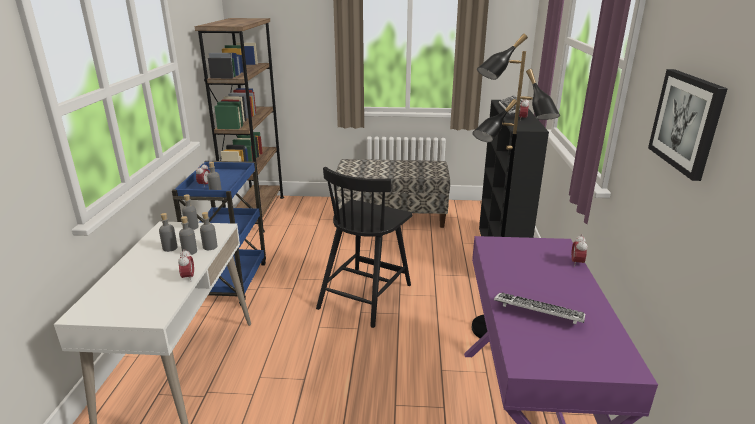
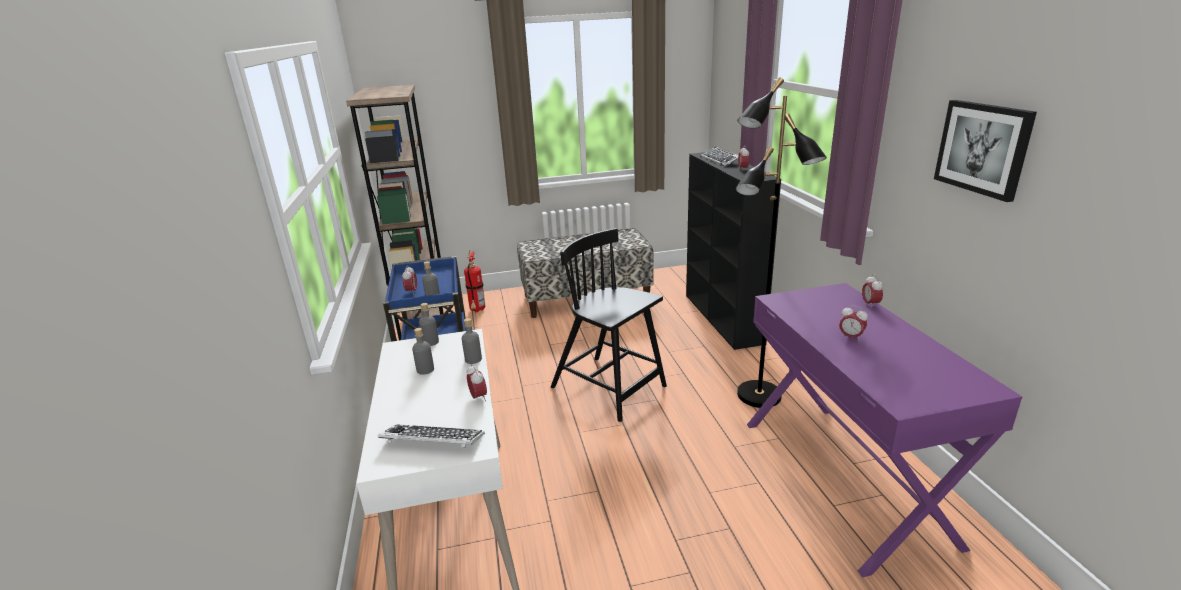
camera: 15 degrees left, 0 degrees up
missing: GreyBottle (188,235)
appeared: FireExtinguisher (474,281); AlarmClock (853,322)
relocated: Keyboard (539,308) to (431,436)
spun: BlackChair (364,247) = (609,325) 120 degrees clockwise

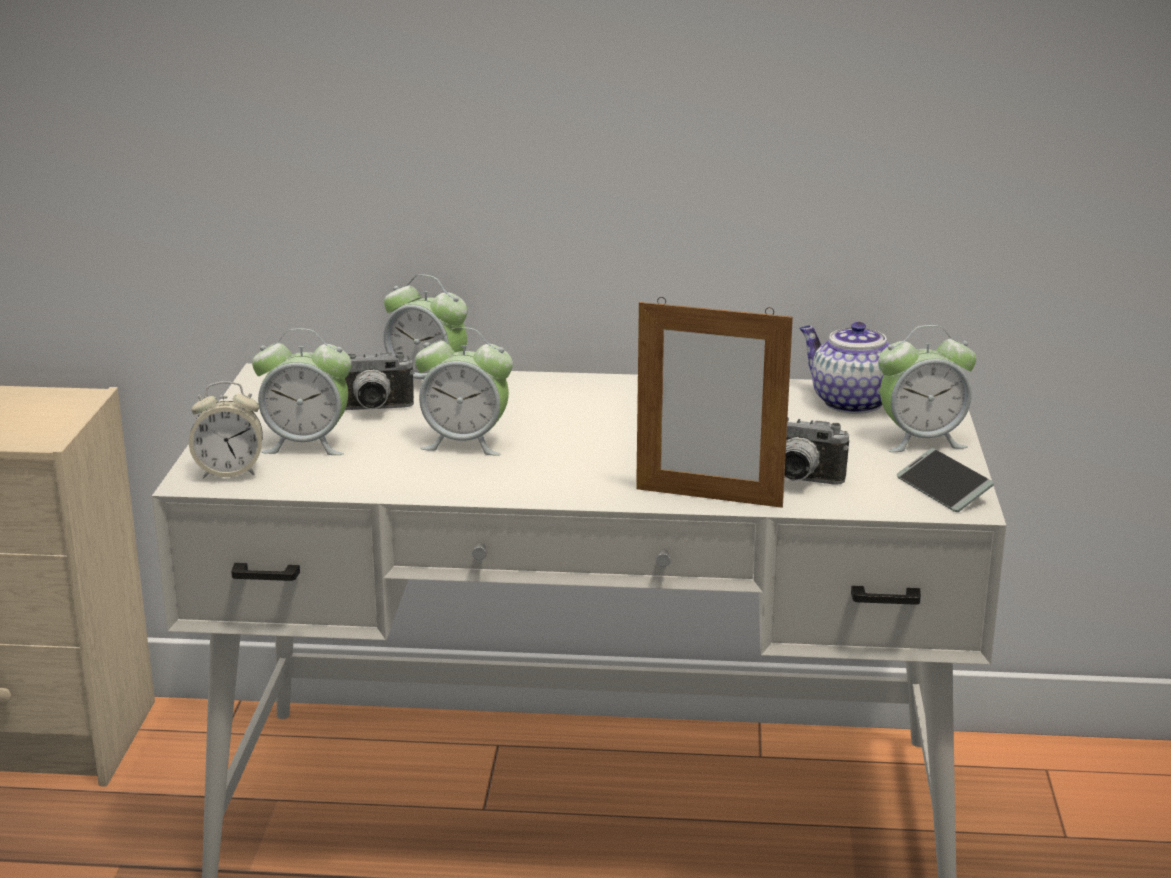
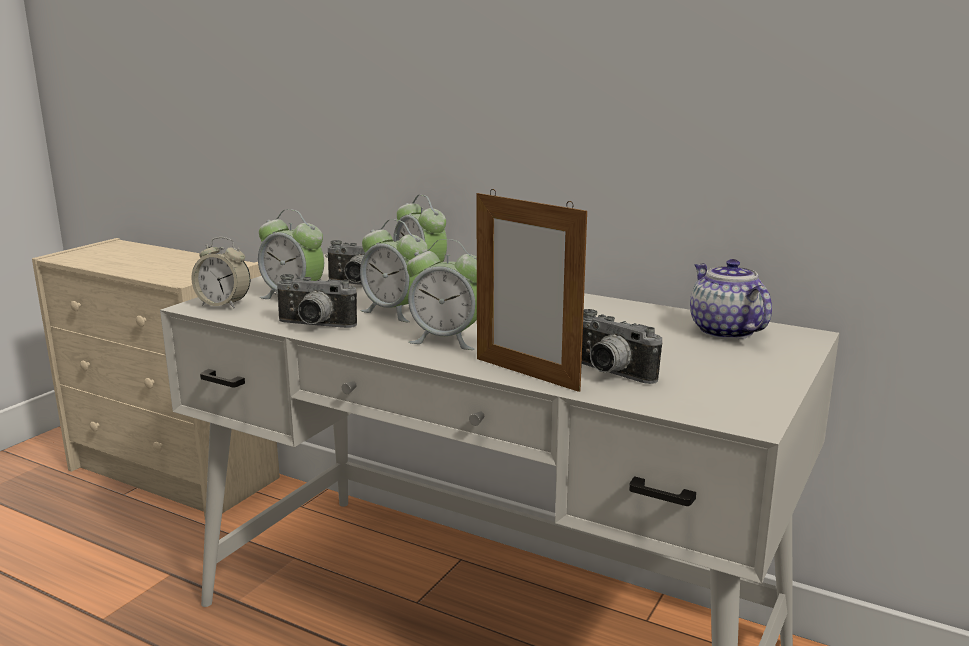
camera: 25 degrees right, 5 degrees down
missing: Phone (945,480)
appeared: PhotoCamera (316,301)
relocated: AlarmClock (927,388) to (442,294)

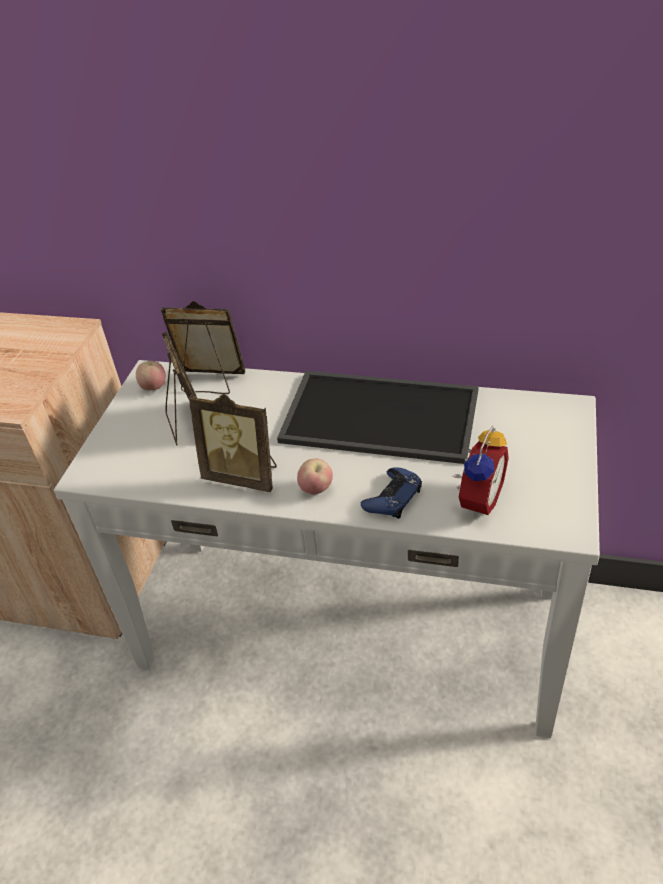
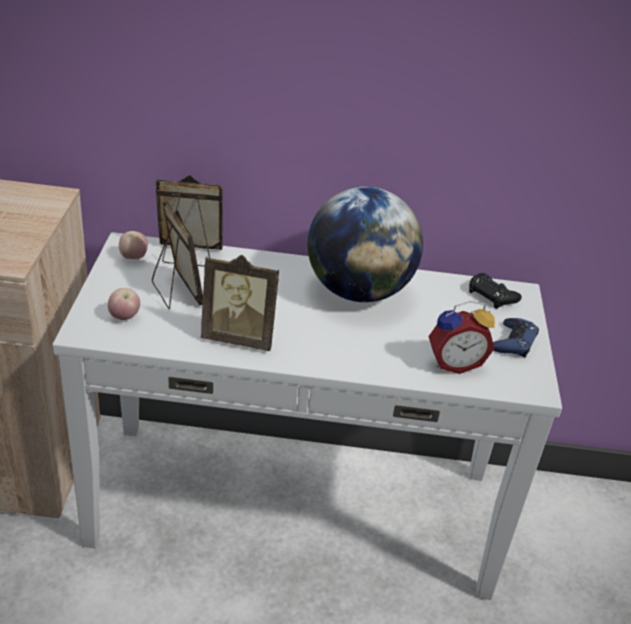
camera: 15 degrees left, 5 degrees down
appeared: BlackGameController (495,291)
relocated: Apple (315,476) to (124,304); BlueGameController (391,493) to (516,338)
exchanged: Tray (378,417) to Globe (365,244)
spun: AlarmClock (481,472) = (461,337) 60 degrees clockwise

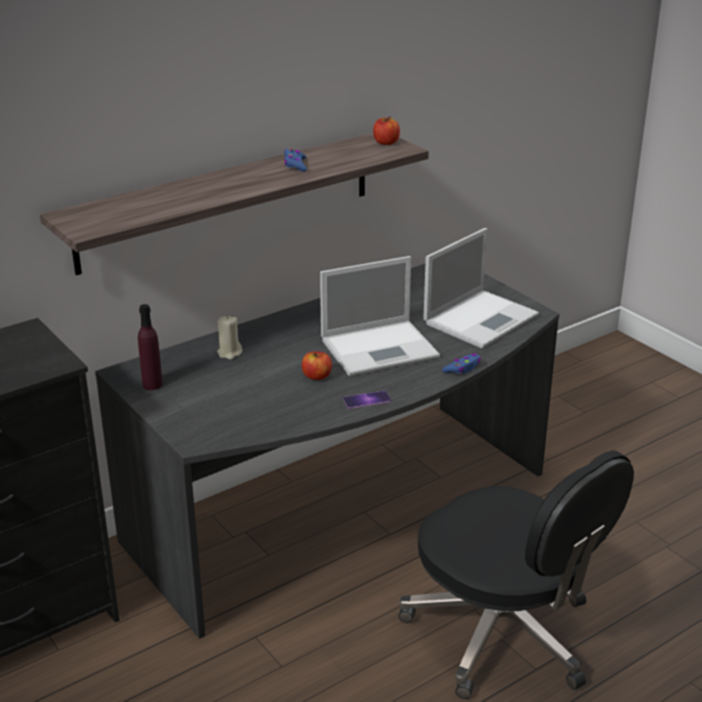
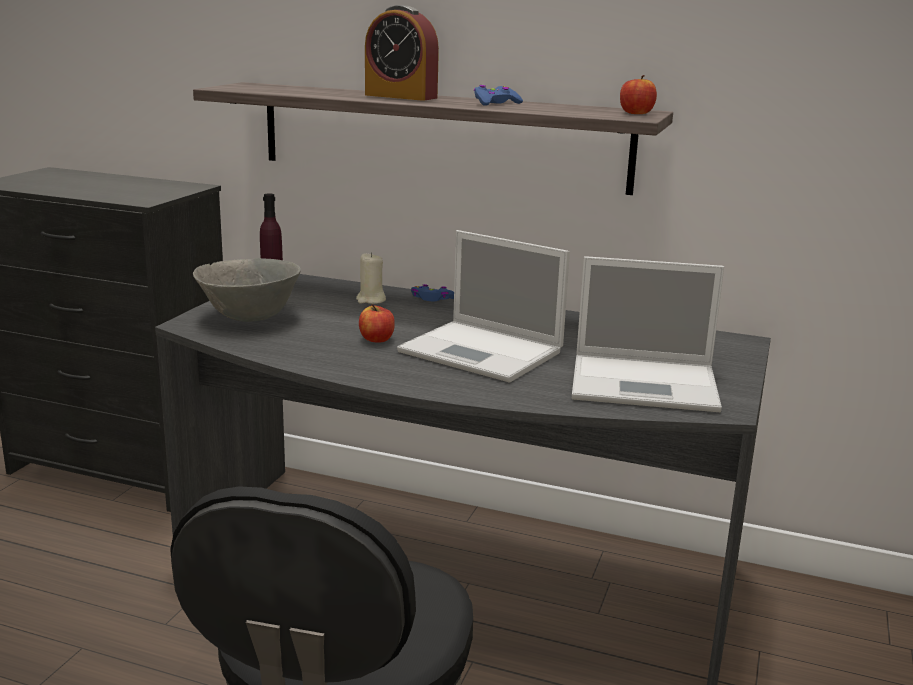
camera: 55 degrees right, 10 degrees down
missing: Phone (367,399)
appeared: GreyBowl (247,290); AlarmClock (402,53)
relocated: BlueGameController (461,364) to (432,293)

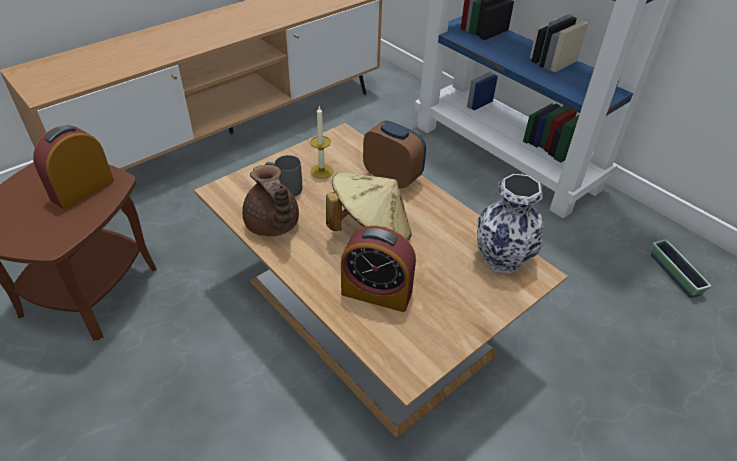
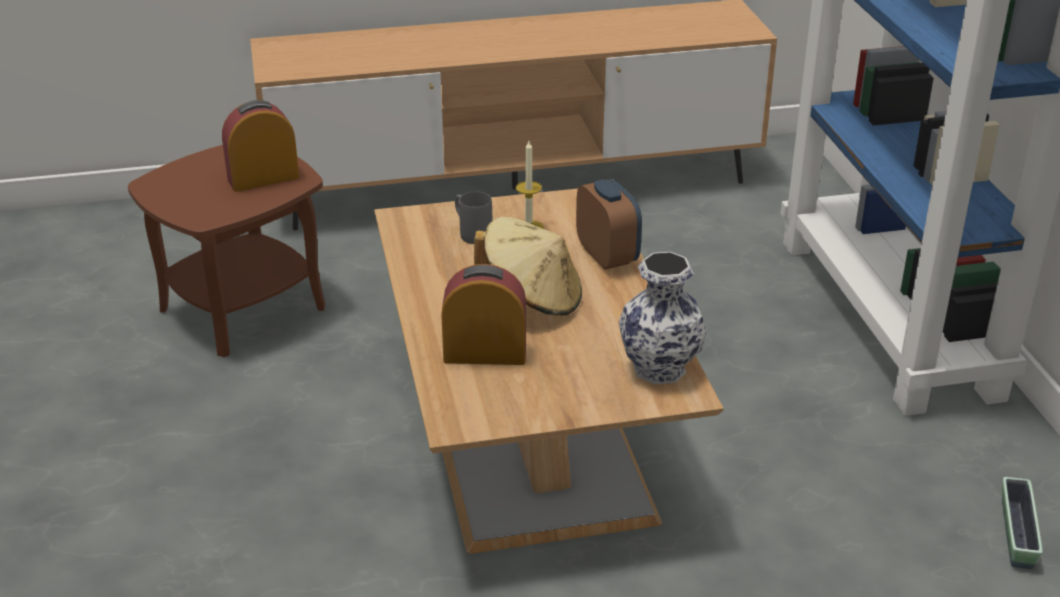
camera: 30 degrees right, 10 degrees down
missing: BrownTeapot (270,201)
spun: AlarmClock (378,269) = (483,314) 135 degrees clockwise

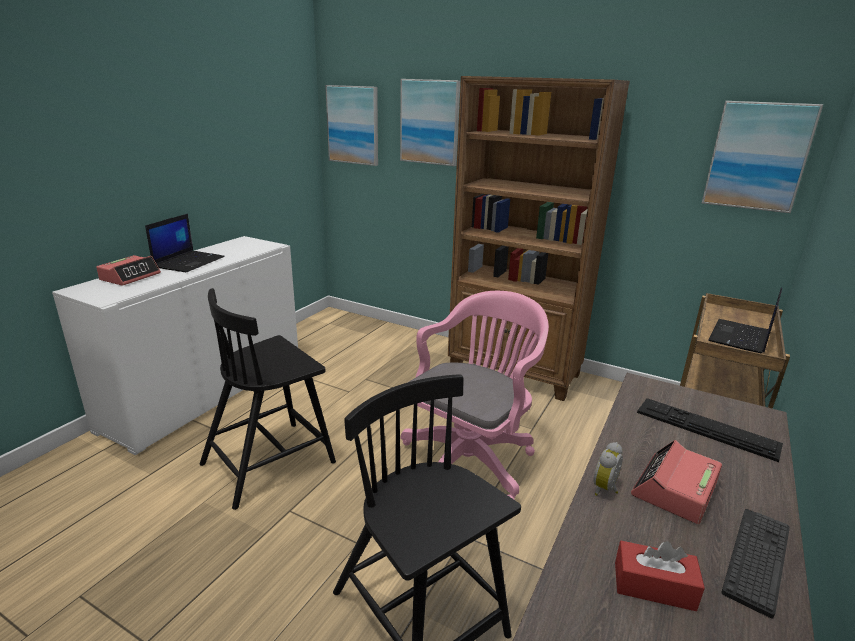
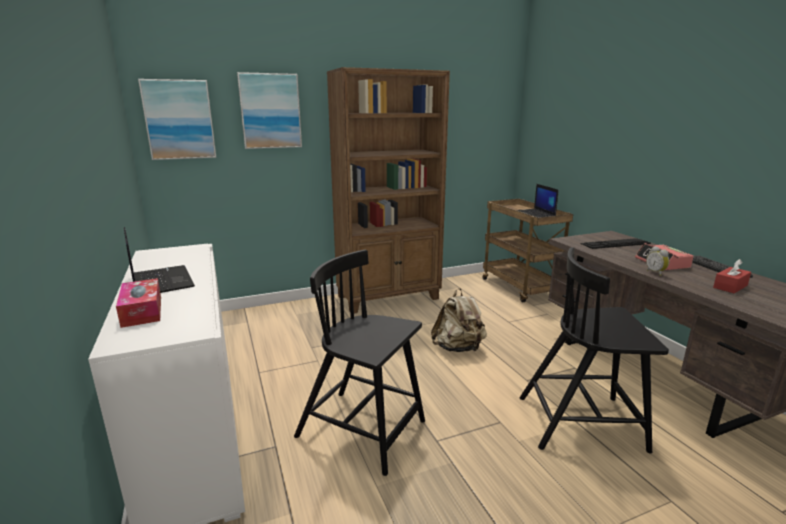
camera: 50 degrees left, 5 degrees down
missing: Picture (762,157)
exchanged: AlarmClock (128,270) to TissueBox (138,303); PinkOfficeChair (475,395) to BeigeBackpack (459,320)
spun: BlackChair (268,399) = (359,363) 120 degrees clockwise

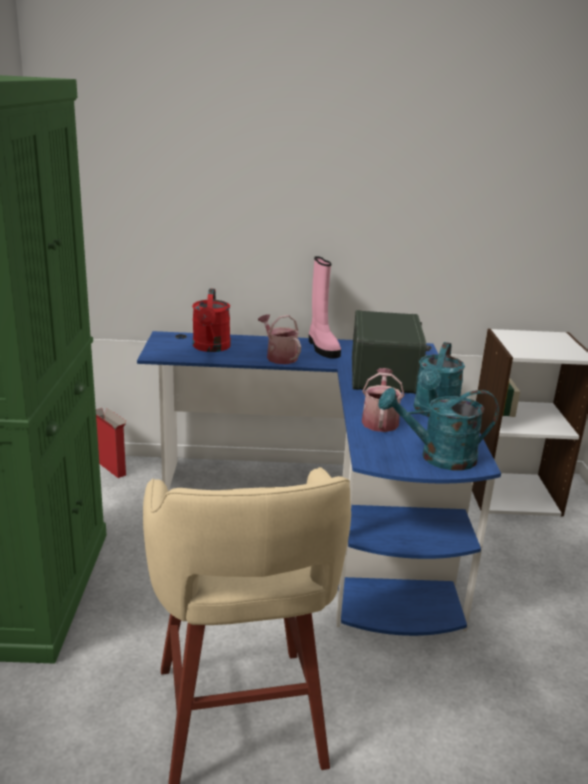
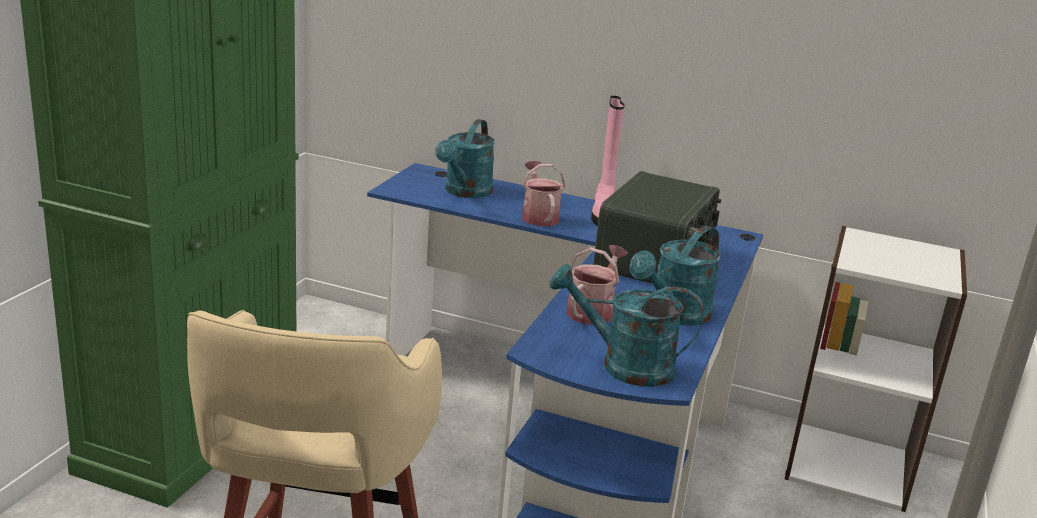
camera: 20 degrees right, 0 degrees up
missing: CardboardBox (111,443)
colour: RedWateringCan (211,320) to TurquoiseWateringCan (465,158)

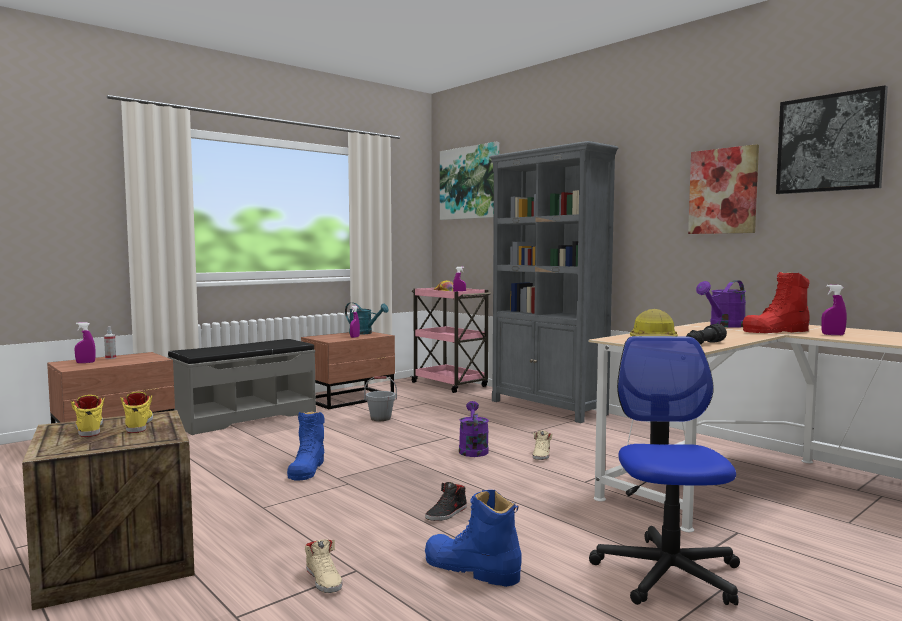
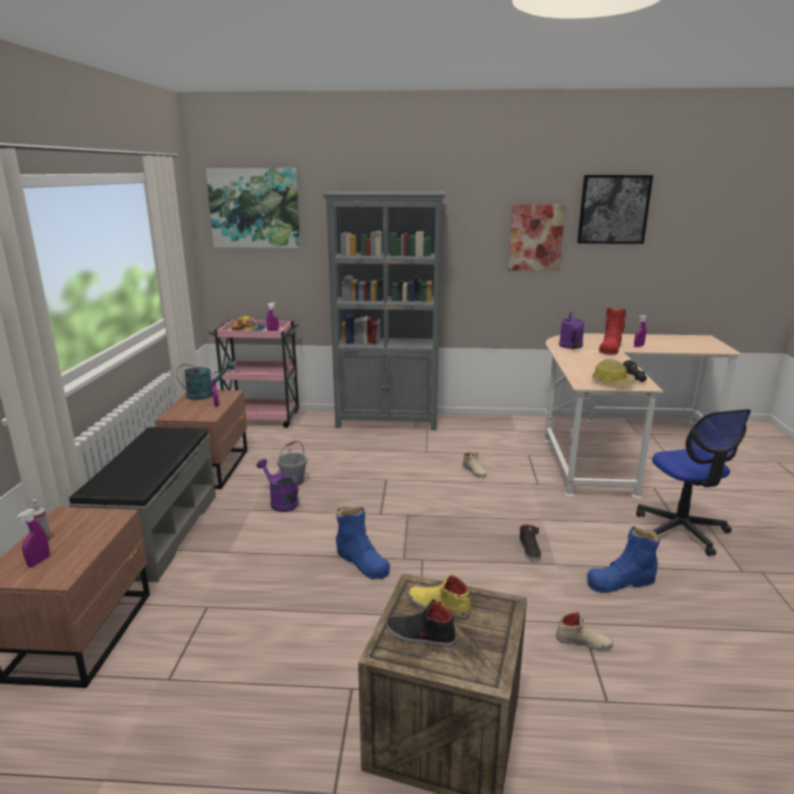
camera: 45 degrees left, 15 degrees up
relocated: PurpleWateringCan (474,429) to (278,485)
colour: YellowShoe (87,416) to BlackShoe (421,623)
spun: OfficeChair (664,470) = (693,482) 150 degrees counterclockwise

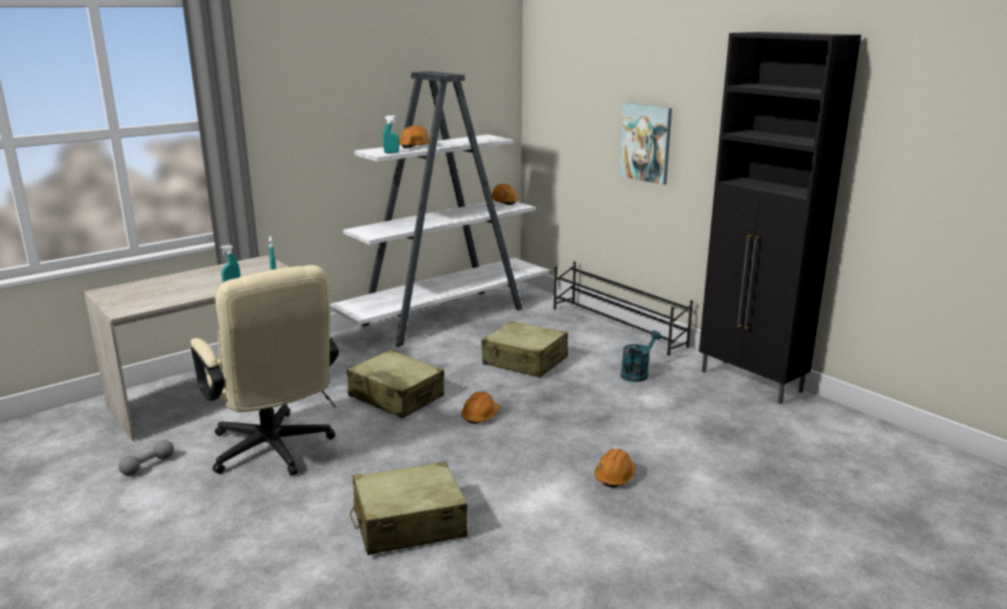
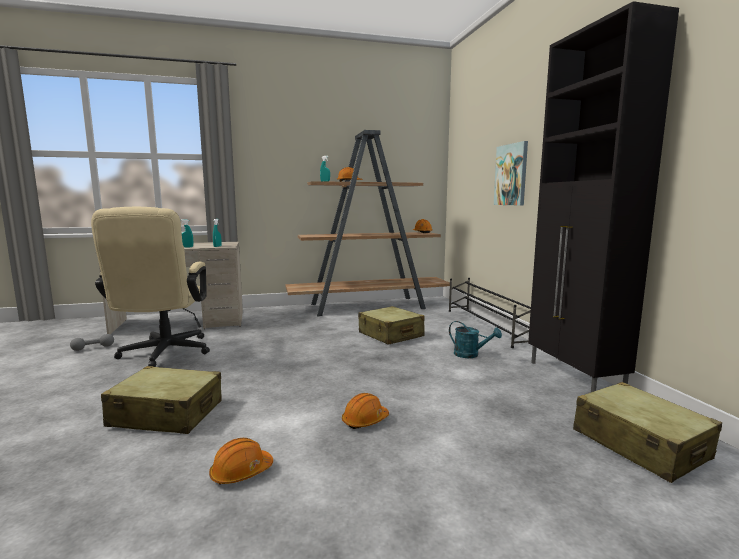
camera: 25 degrees right, 10 degrees down
relocated: BeigeSuitcase (395,384) to (647,432); OrangeHardHat (480,408) to (241,461)
colour: WhiteBookcase (439,209) to BrownBookcase (367,223)
spun: TurquoiseWateringCan (641,356) = (475,339) 60 degrees clockwise

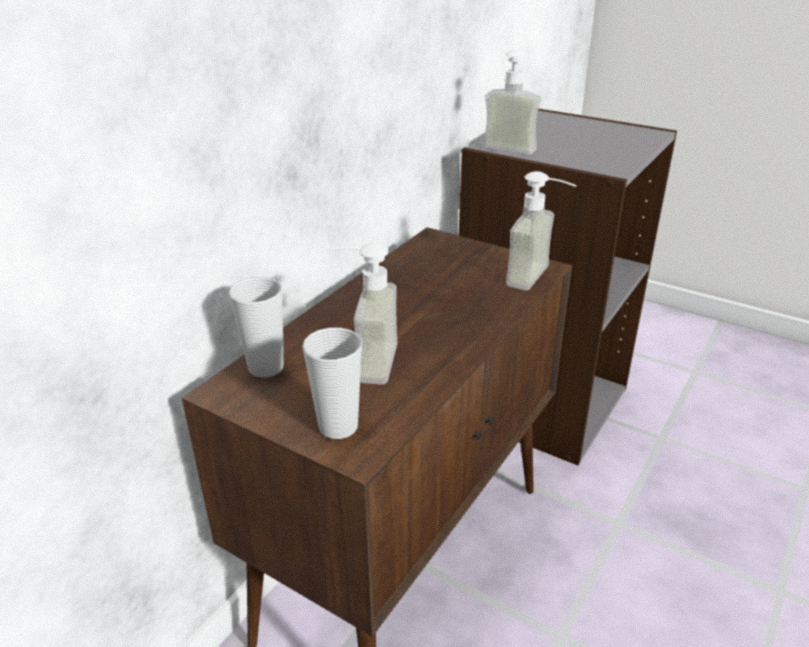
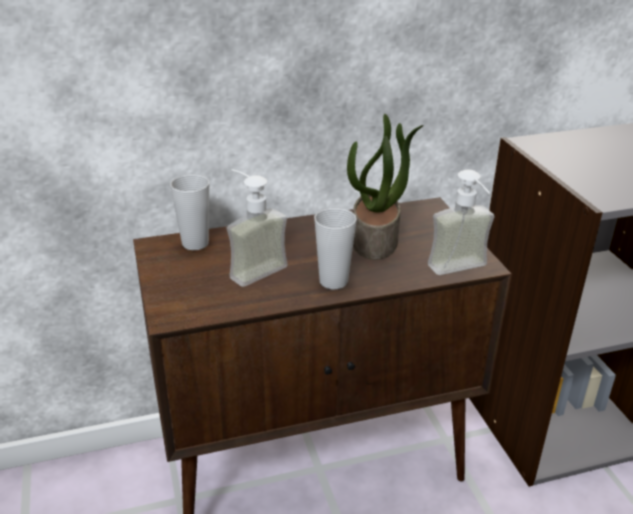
camera: 40 degrees right, 0 degrees up
missing: SoapDispenser (511,102)
appeared: PottedPlant (385,187)
relocated: Cup (332,383) to (335,248)

